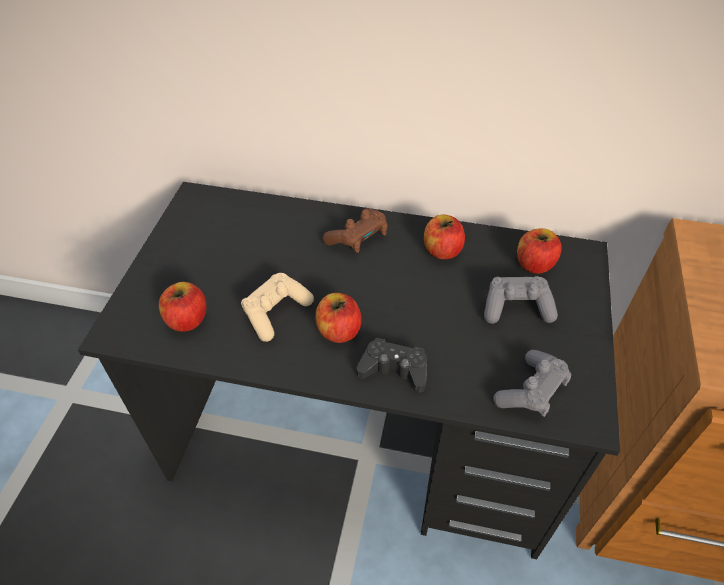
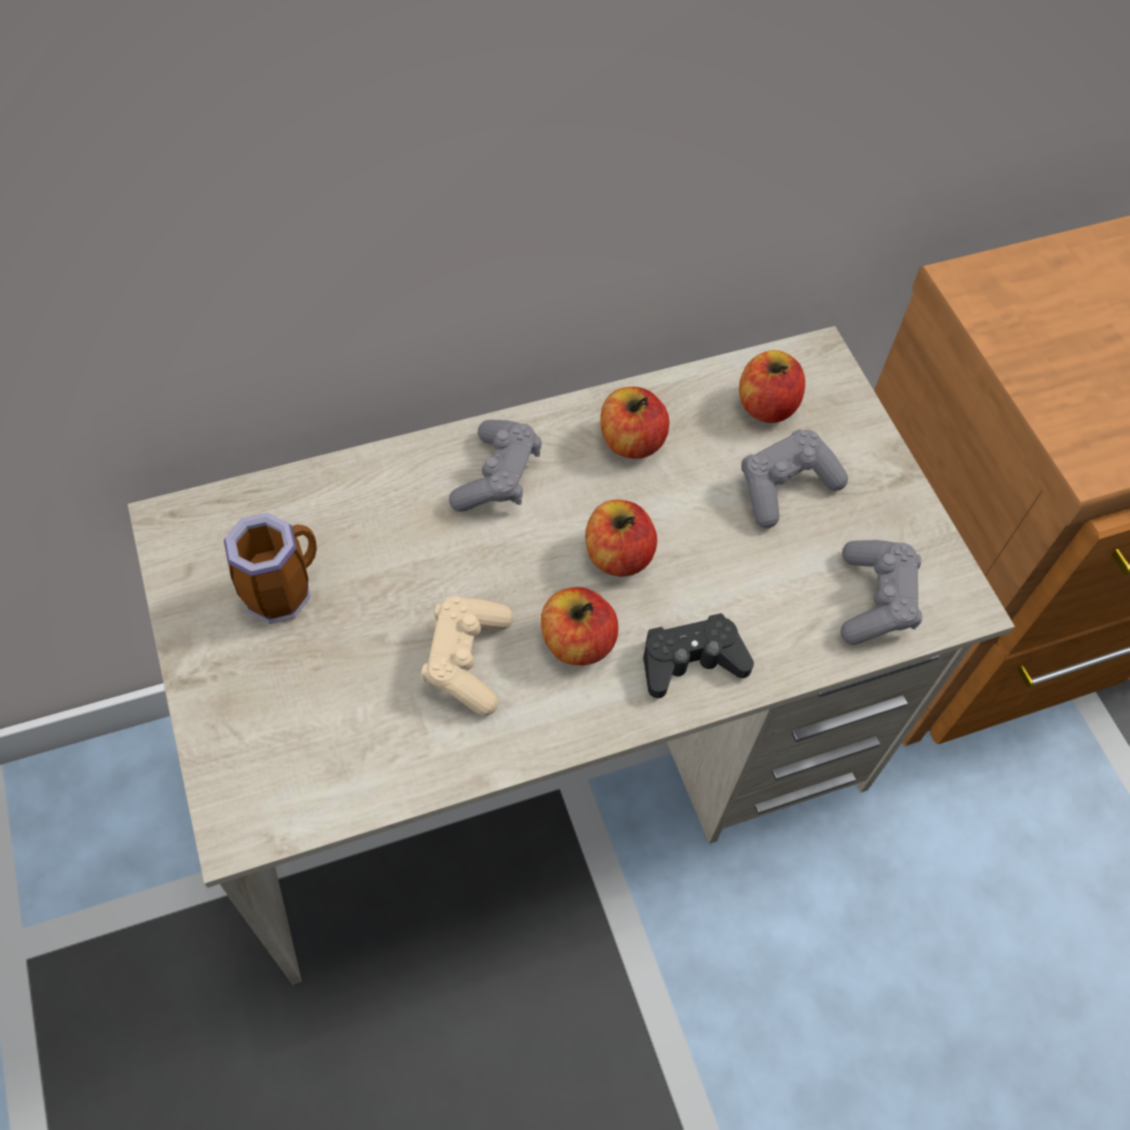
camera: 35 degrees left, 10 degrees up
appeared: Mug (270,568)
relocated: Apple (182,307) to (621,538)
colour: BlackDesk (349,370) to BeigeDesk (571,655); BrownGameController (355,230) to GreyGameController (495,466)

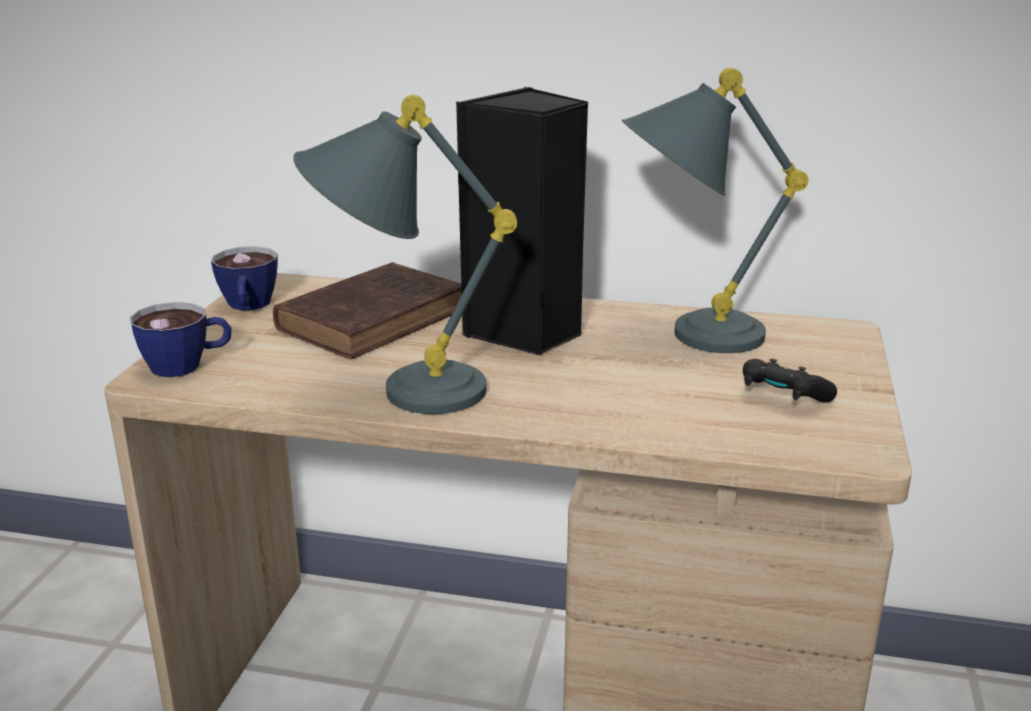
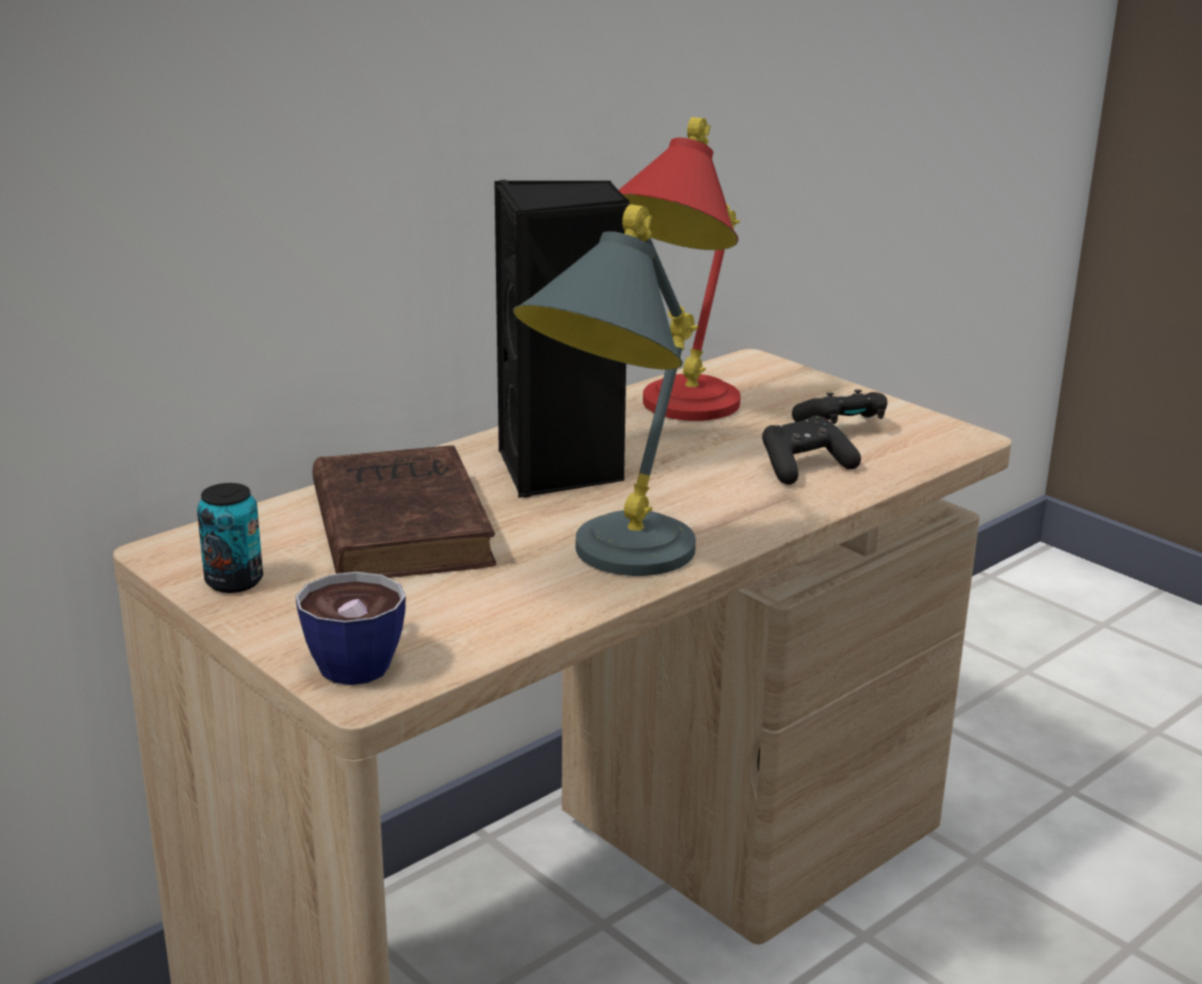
camera: 55 degrees left, 0 degrees up
appeared: BlackGameController (811,450)
exchanged: Cup (244,278) to Can (230,538)
colour: GreyTableLamp (715,210) to RedTableLamp (680,269)

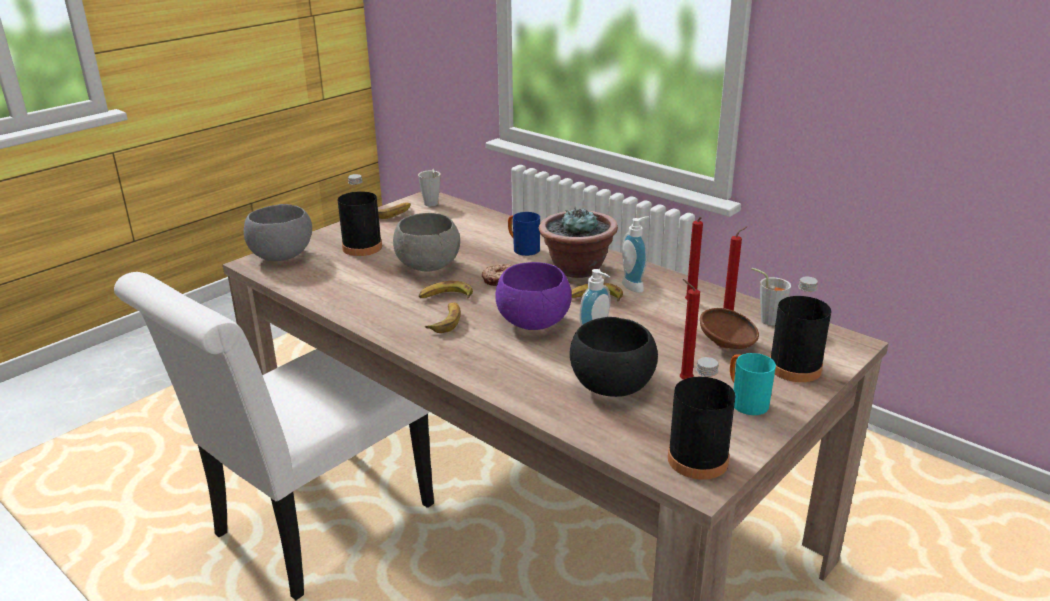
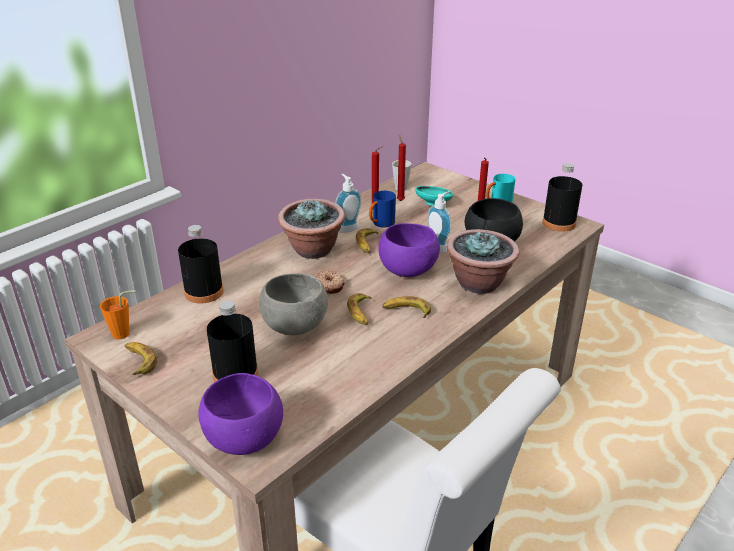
camera: 90 degrees left, 5 degrees up
appeared: PottedPlant (483,261)
relocated: BlueMug (524,234) to (382,209); BlackBottle (800,329) to (201,264)
colour: GreyBowl (278,232) to PurpleBowl (240,414); GreyCup (429,188) to OrangeCup (118,314); BrownBowl (729,328) to TurquoiseBowl (434,196)

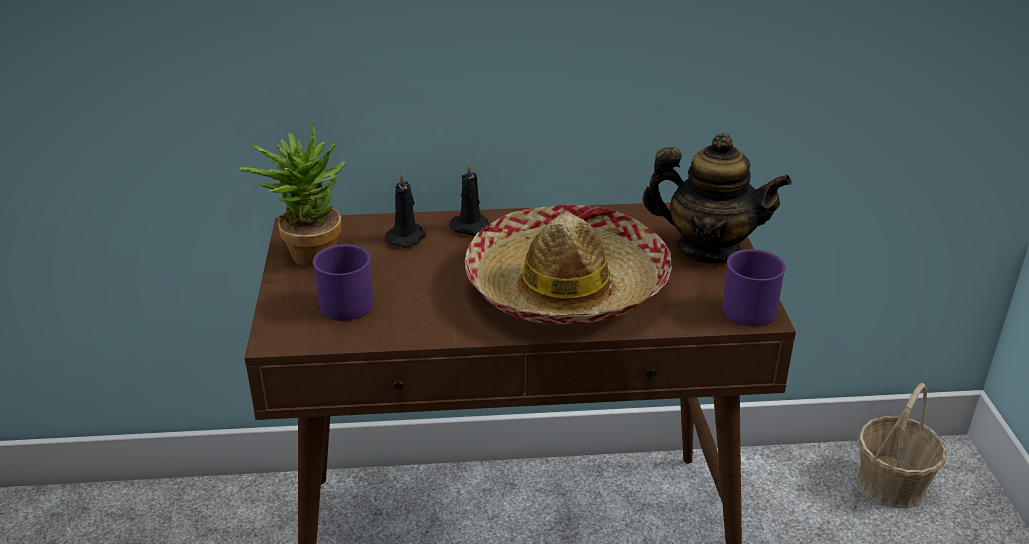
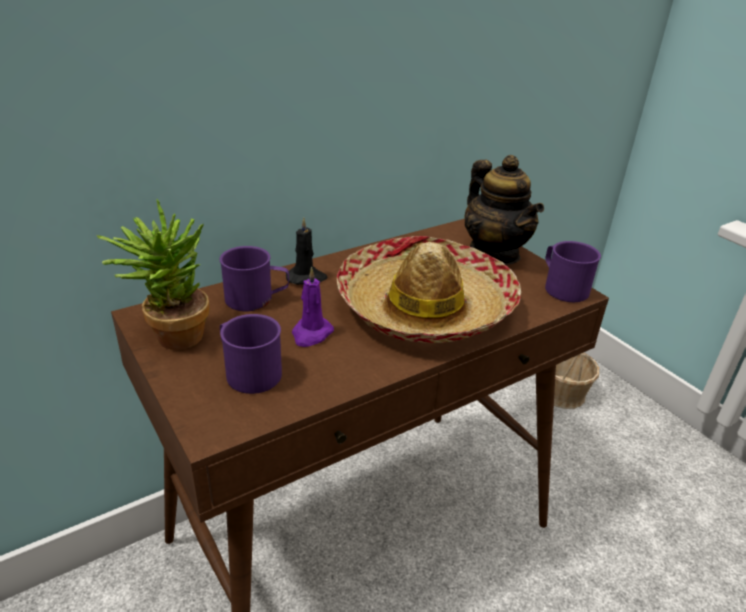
camera: 30 degrees left, 0 degrees up
appeared: PurpleCandle (313,307)
exchanged: BlackCandle (405,210) to PurpleMug (254,278)
spun: Teapot (717,198) = (504,210) 75 degrees clockwise

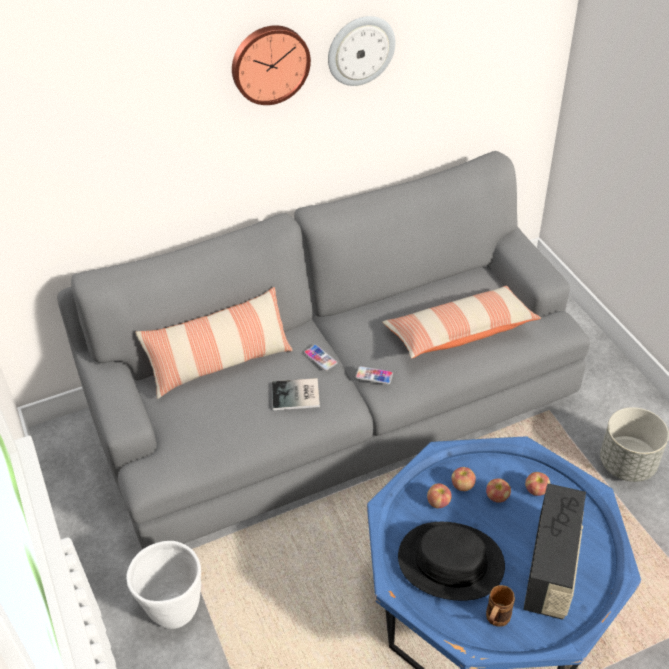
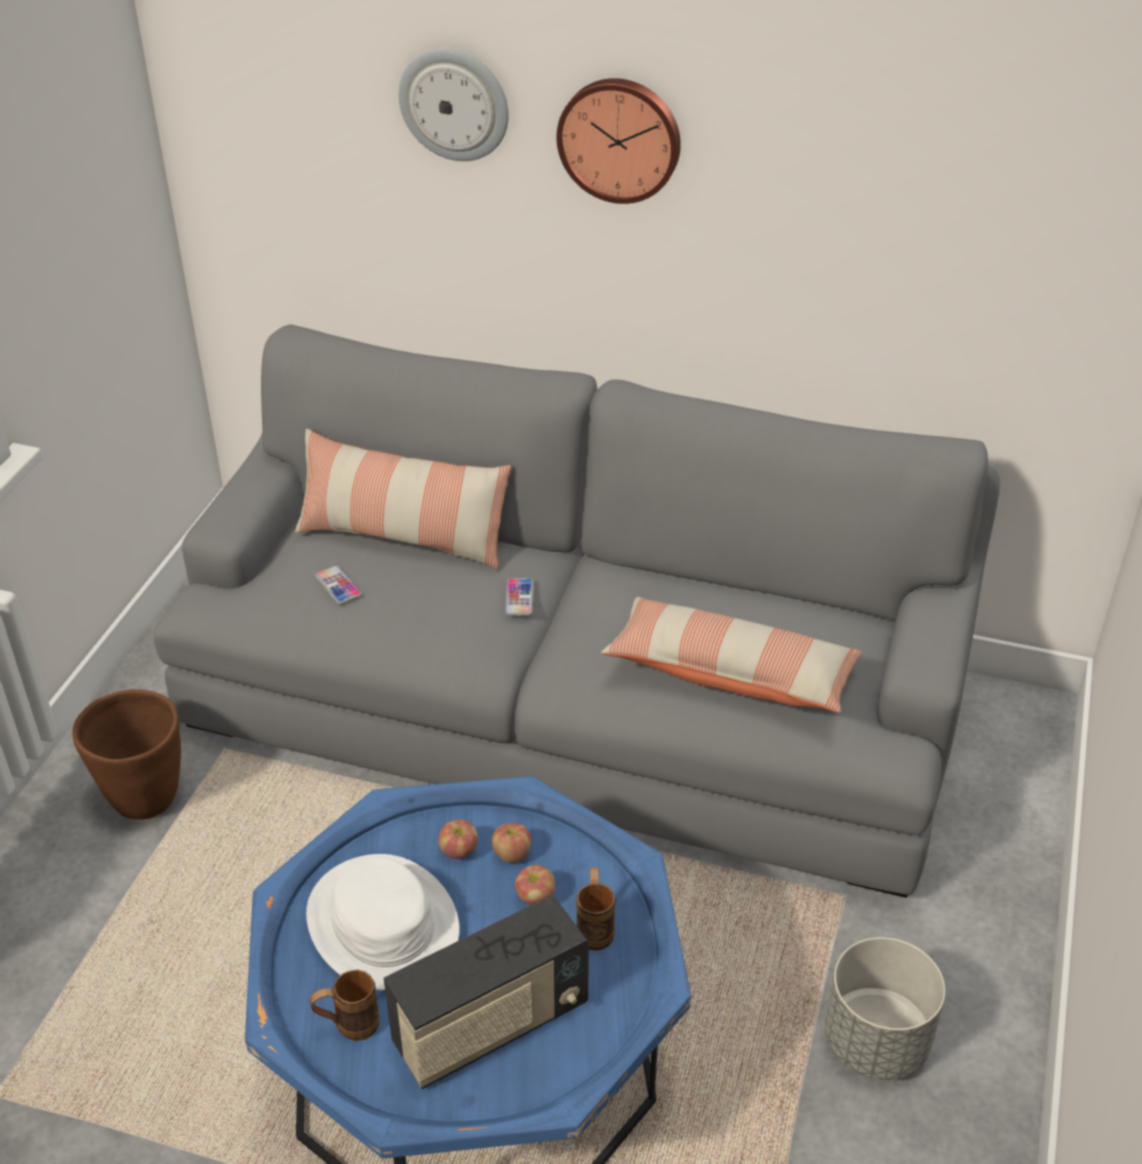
camera: 40 degrees right, 5 degrees down
missing: Book (296,394)
relocated: WallClock (362,51) to (454,105); Phone (374,375) to (338,585)
exchanged: Apple (537,484) to BrownMug (596,909)
colour: WhitePlanter (163,585) to BrownPlanter (126,754); BlackHat (451,561) to WhiteHat (383,922)

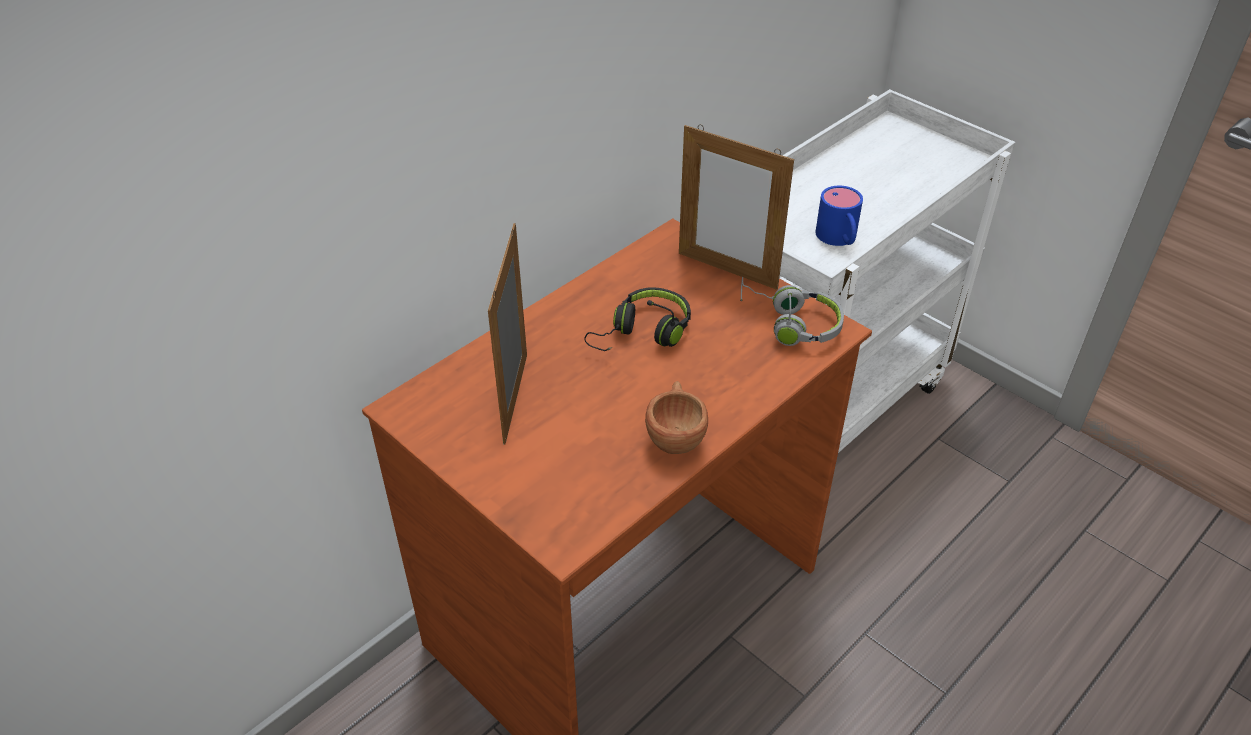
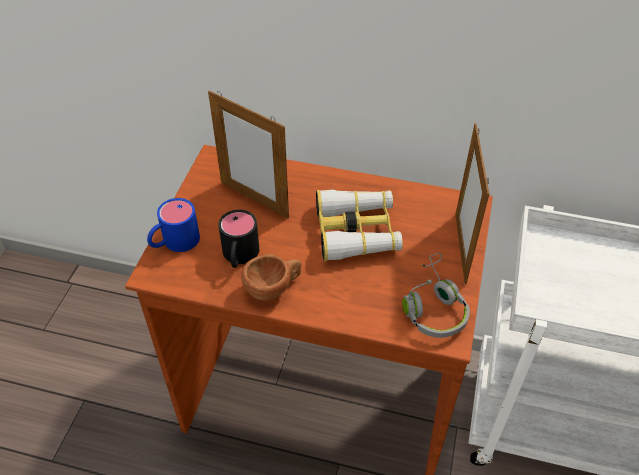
camera: 60 degrees right, 5 degrees up
appeared: BlackMug (238,239)
relocated: BlueMug (839,216) to (173,225)
exchanged: BlackHeadphones (637,319) to Binoculars (359,225)
spun: PictureFrame (507,334) = (248,155) 120 degrees counterclockwise

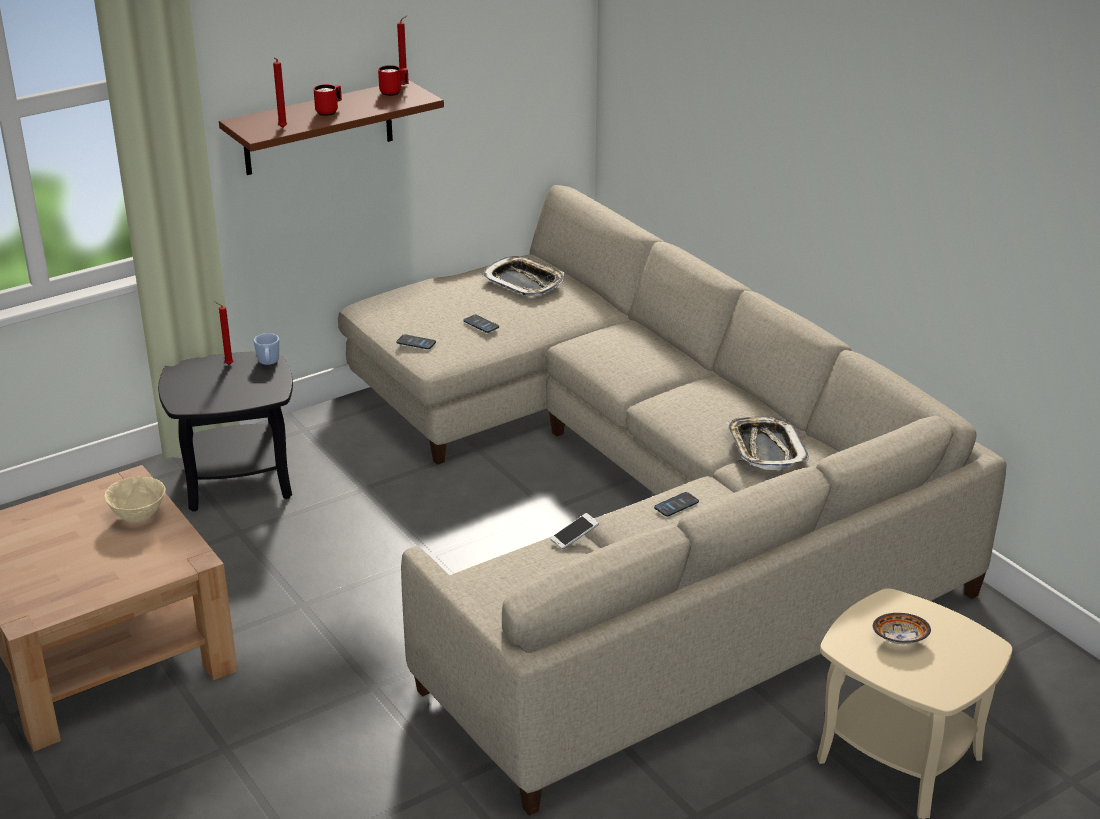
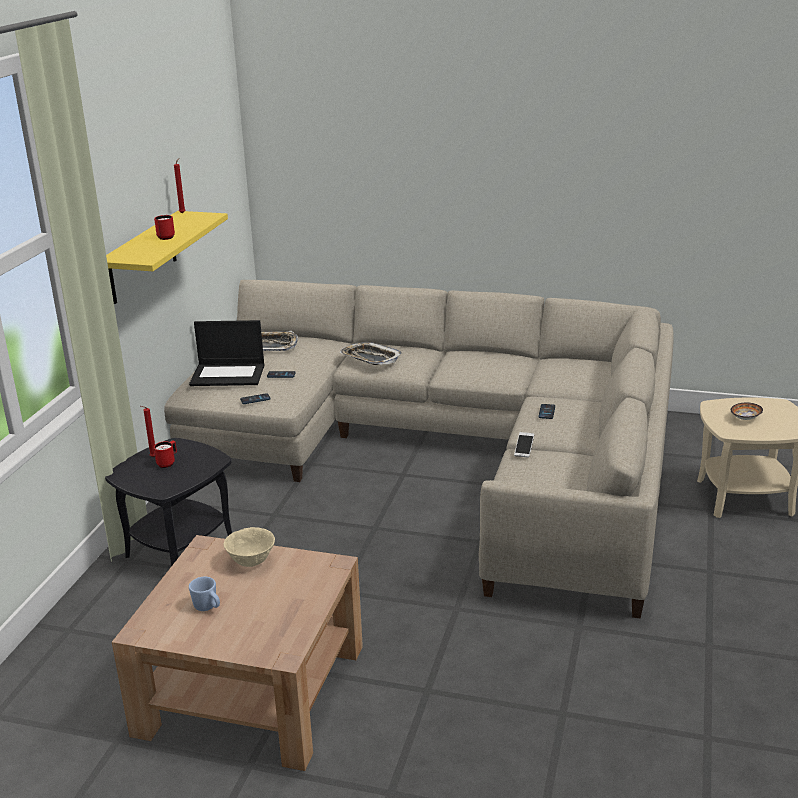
camera: 40 degrees left, 5 degrees down
missing: RedCandle (280,93)
appeared: Laptop (227,353)
relocated: BlueMug (266,349) to (204,594); RedMug (393,80) to (165,454); Tray (767,443) to (371,353)
colour: BrownShelf (331,127) to YellowShelf (167,257)

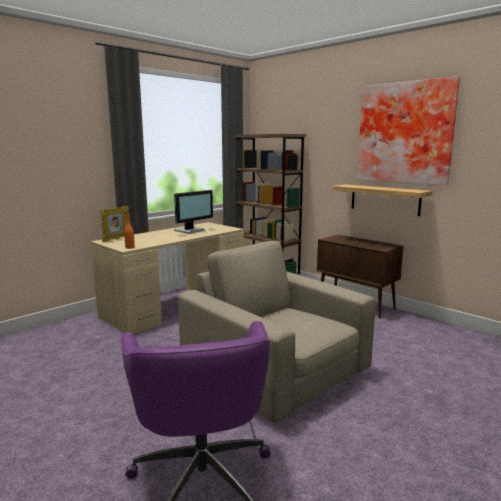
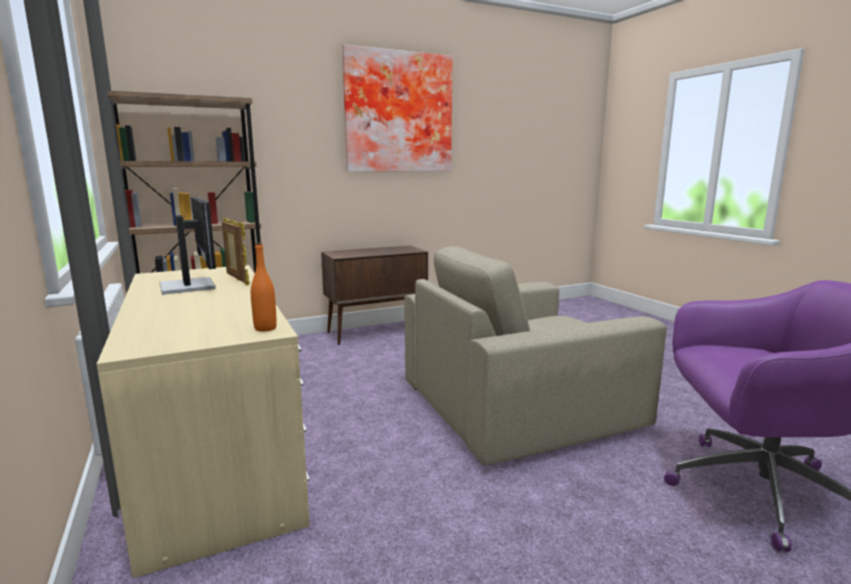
camera: 70 degrees left, 0 degrees up
missing: Shelf (382,200)
relocated: PictureFrame (114,224) to (235,251)

